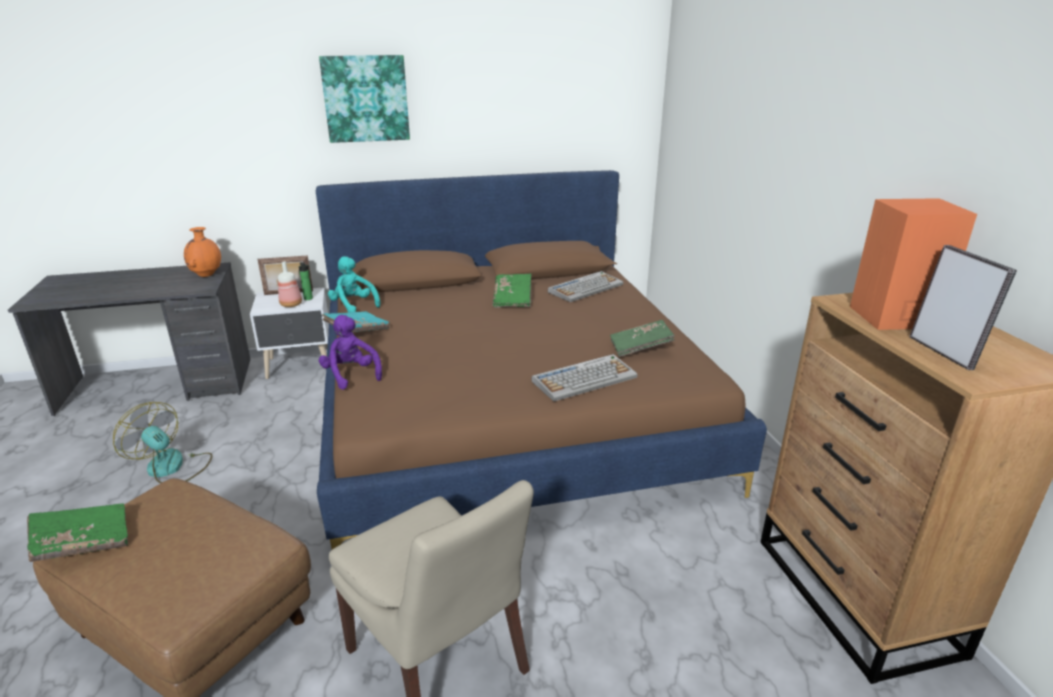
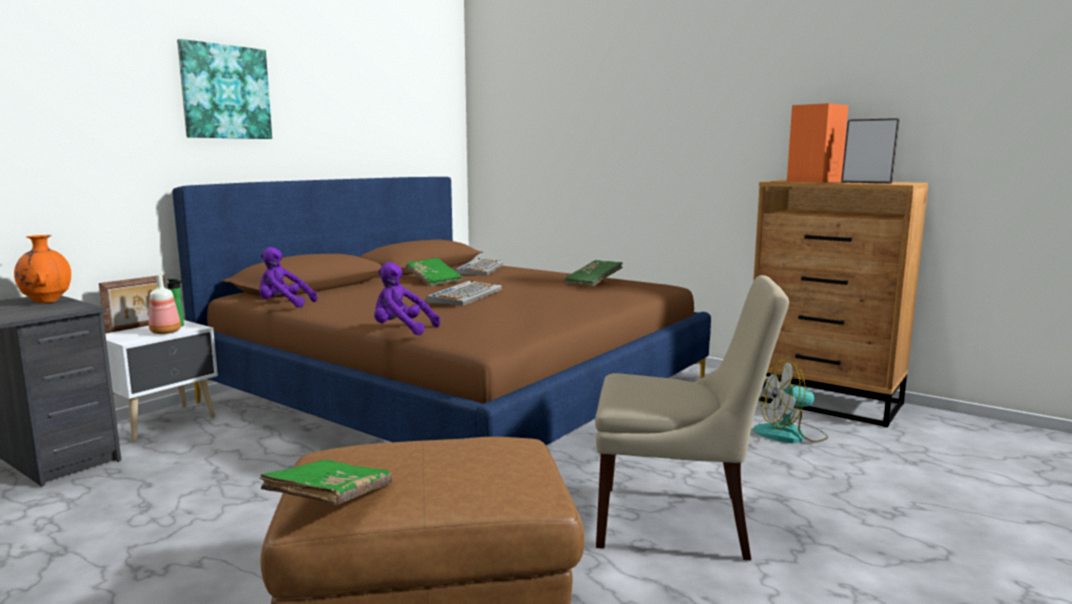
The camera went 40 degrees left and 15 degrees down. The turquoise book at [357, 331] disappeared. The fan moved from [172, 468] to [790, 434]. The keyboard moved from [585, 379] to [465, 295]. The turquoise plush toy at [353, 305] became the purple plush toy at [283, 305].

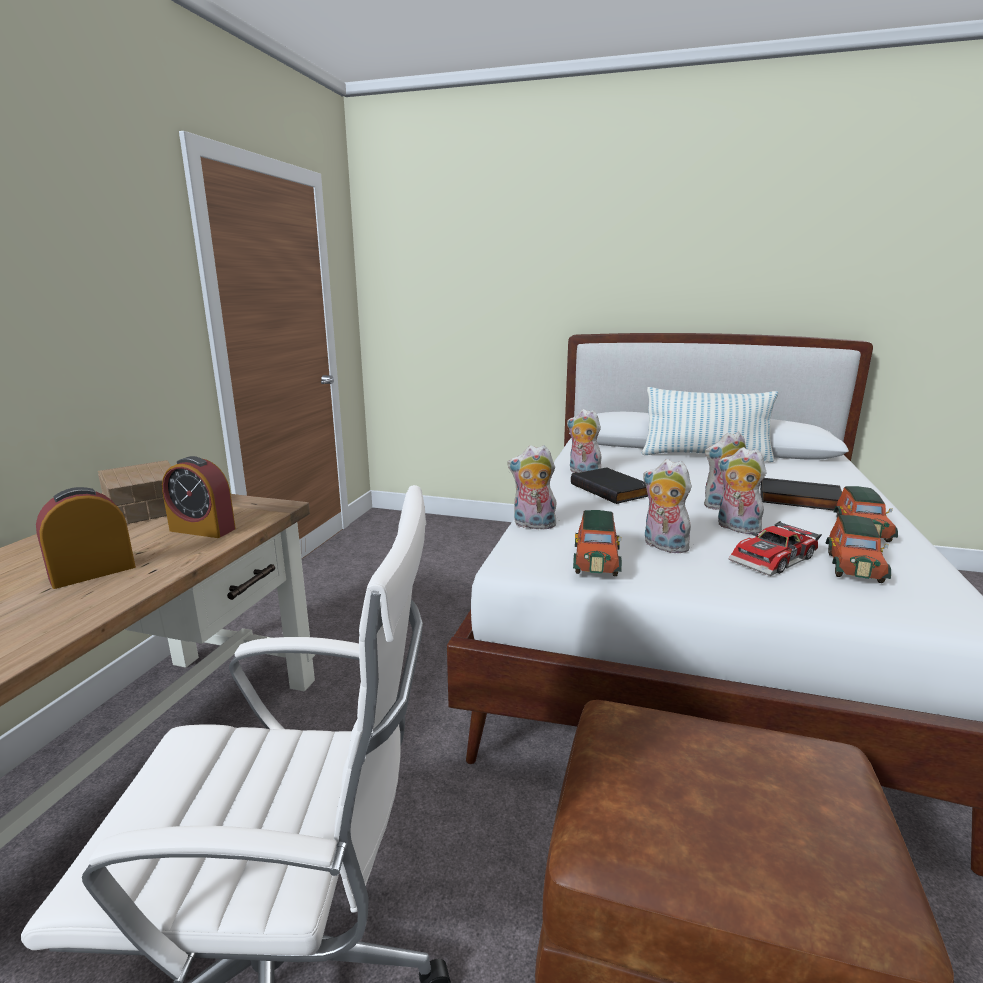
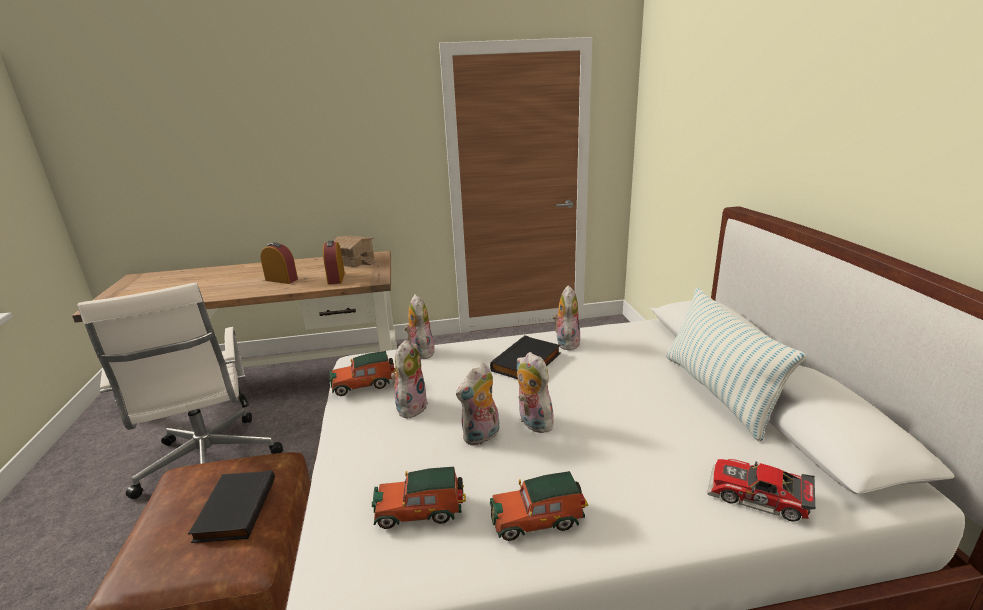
The camera went 65 degrees right and 5 degrees up. The toy car moved from [776, 560] to [757, 498]. The black book moved from [799, 500] to [234, 509]. The plush toy at [735, 528] turned 150 degrees counterclockwise.

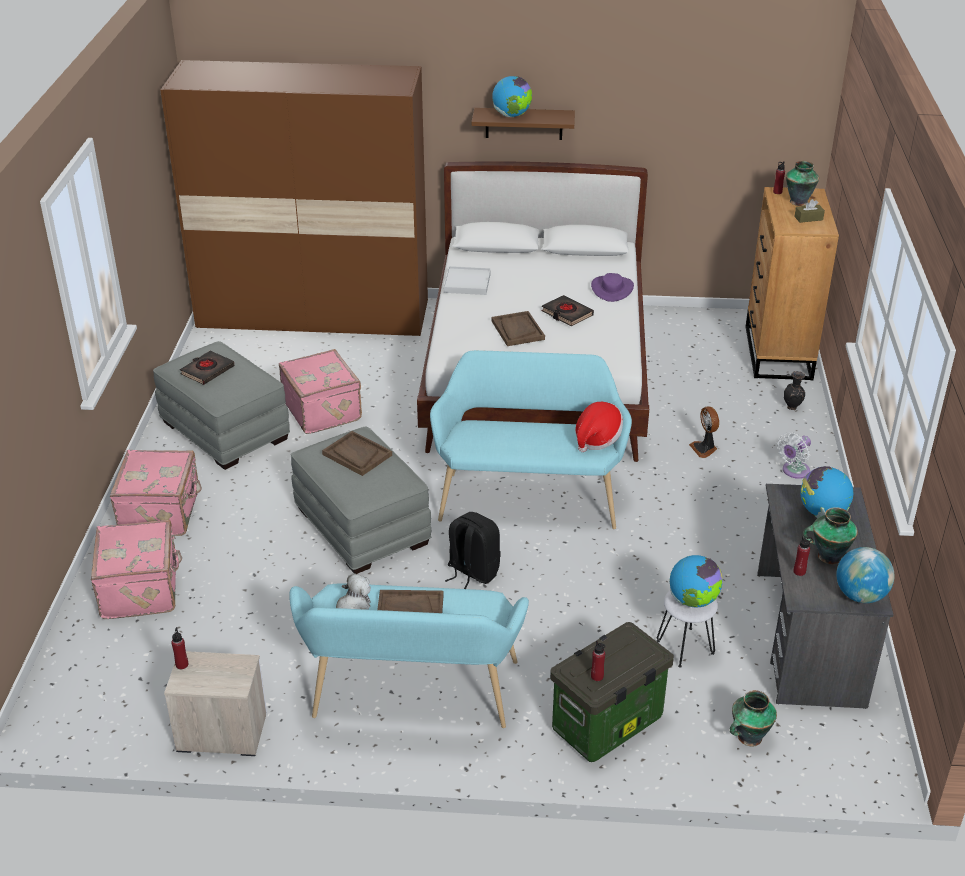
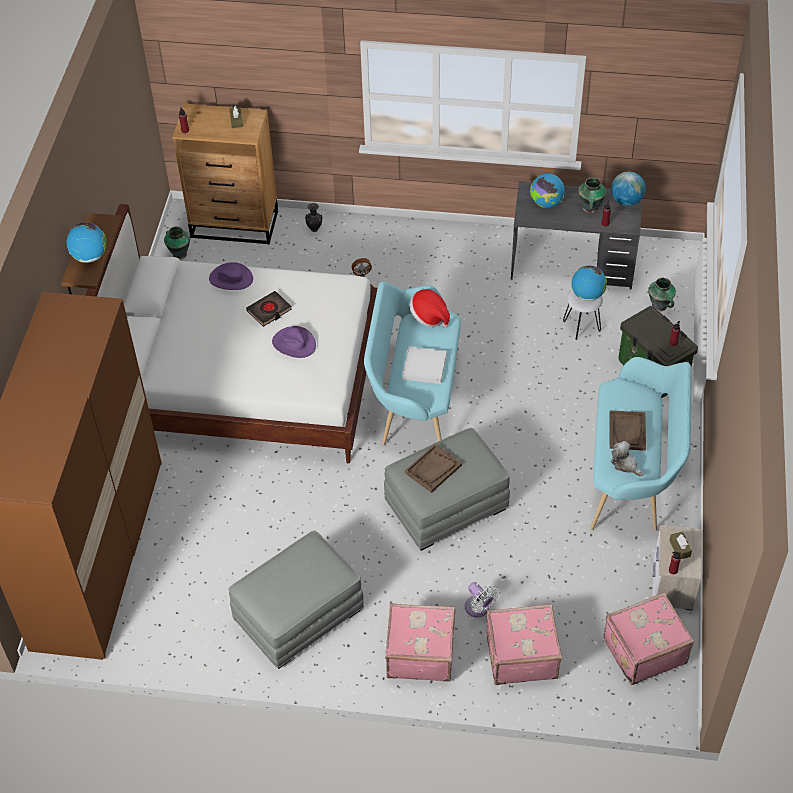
The camera went 85 degrees left and 15 degrees up. The black book at [207, 371] disappeared. The black backpack at [472, 572] disappeared. The brown tissue box at [679, 548] appeared. The pink suitcase moved from [323, 410] to [643, 650]. The white tray moved from [467, 283] to [424, 367]. The white fan moved from [794, 471] to [478, 608]. The vase moved from [799, 201] to [179, 254]. The brown tray at [517, 330] was replaced by the purple hat at [294, 344].

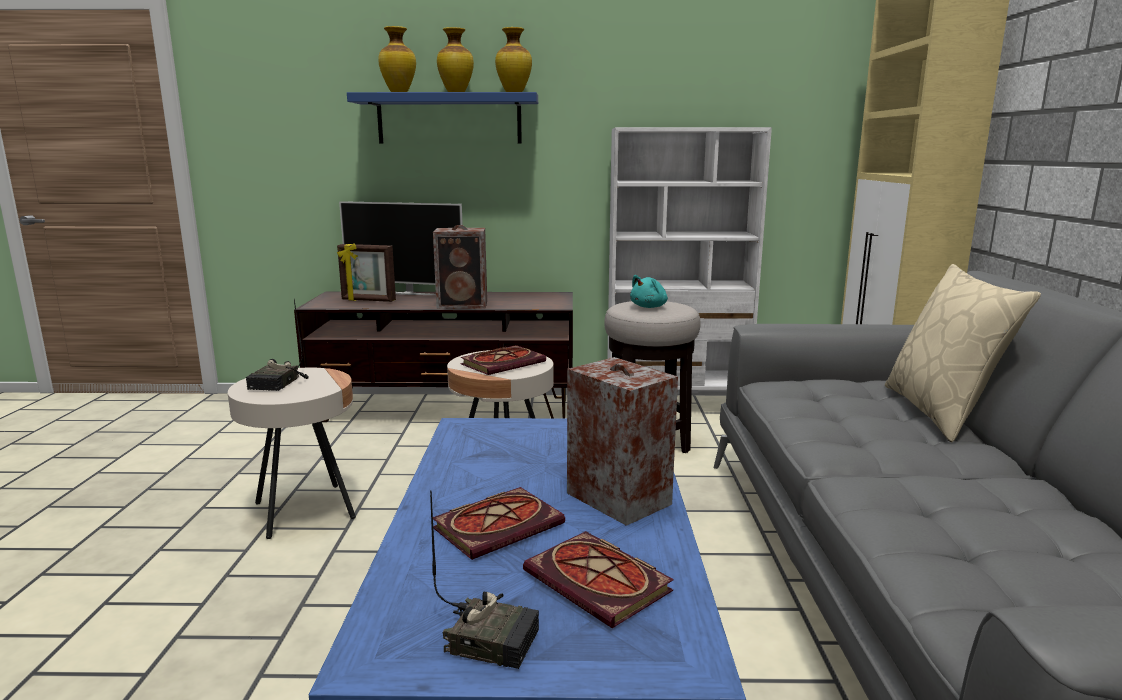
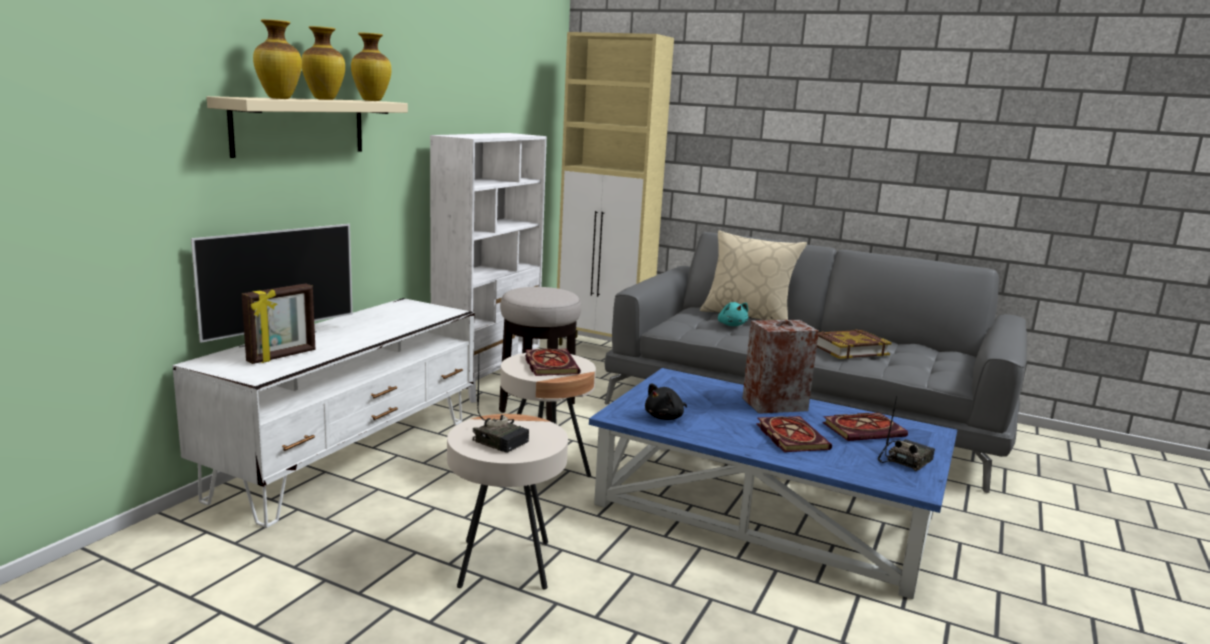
The camera went 65 degrees left and 0 degrees up. The speaker at [464, 305] disappeared. The black plush toy at [665, 417] appeared. The book at [849, 349] appeared. The turquoise plush toy moved from [650, 307] to [731, 325]. The brown tv stand at [447, 410] became the white tv stand at [348, 457]. The blue shelf at [449, 119] became the beige shelf at [299, 126].

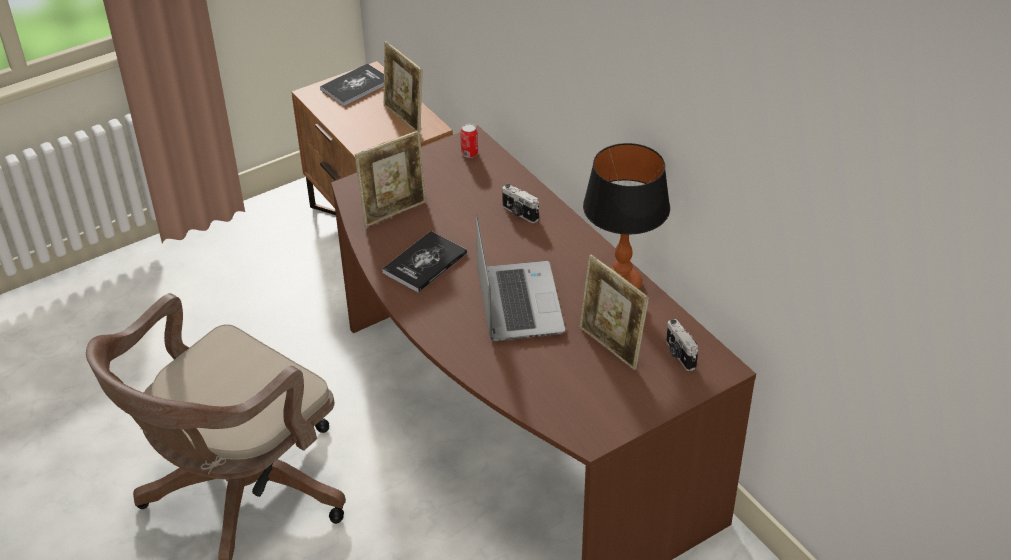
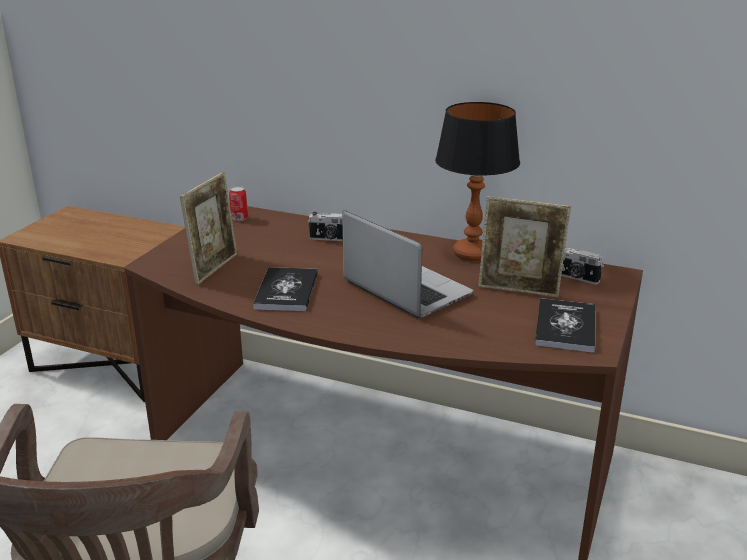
The camera went 35 degrees left and 15 degrees down. The picture frame at [404, 118] disappeared. The book moved from [356, 86] to [565, 327].

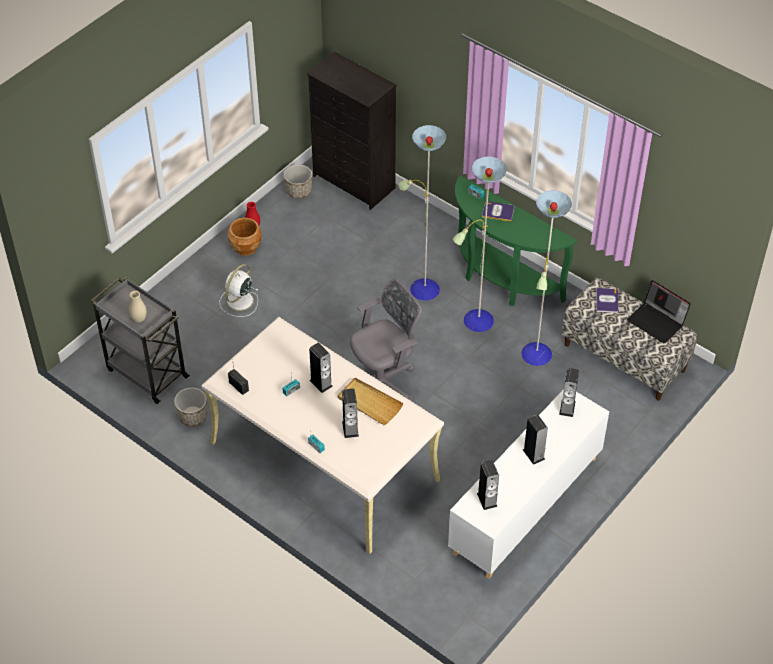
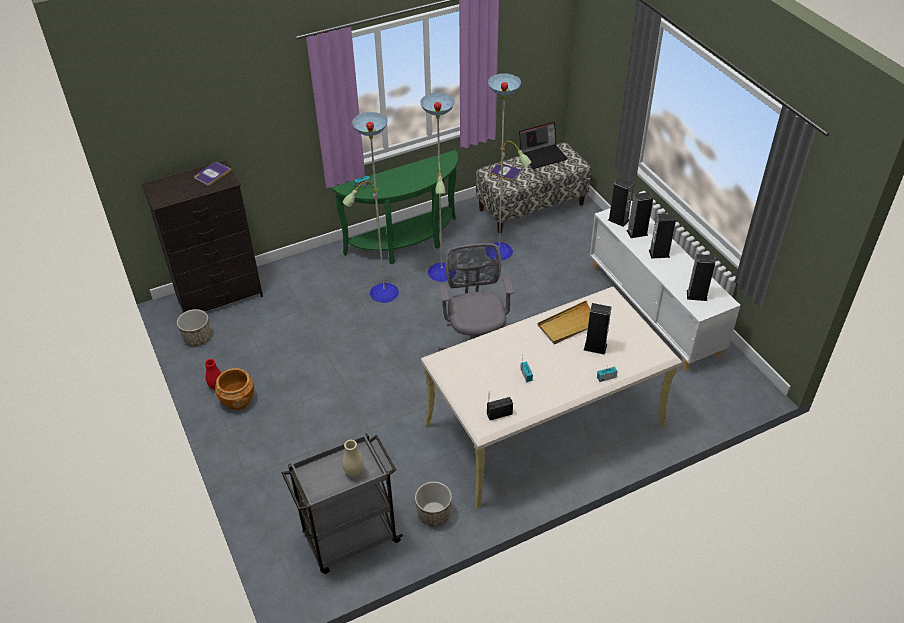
The camera went 65 degrees left and 5 degrees down. The white fan at [239, 301] disappeared. The speaker moved from [321, 383] to [637, 233]. The book moved from [498, 211] to [212, 174].

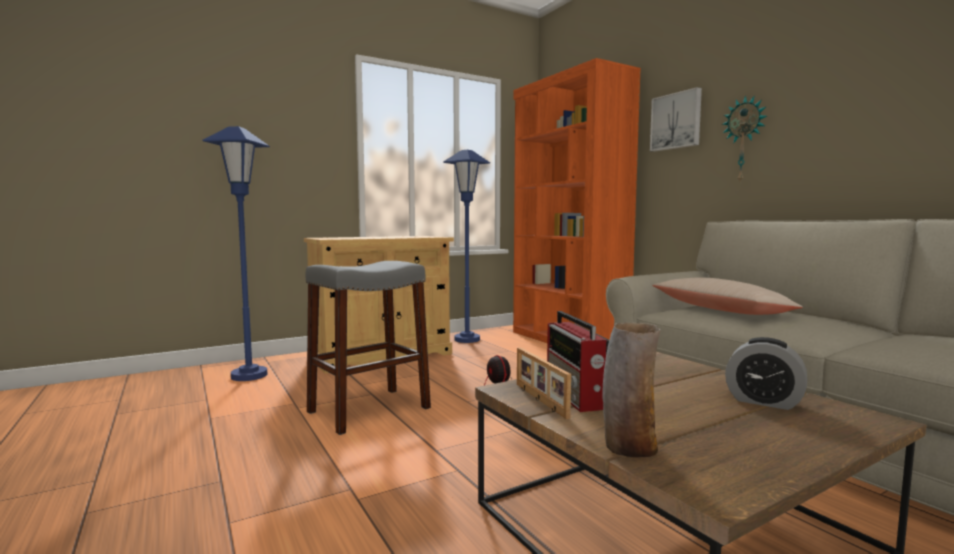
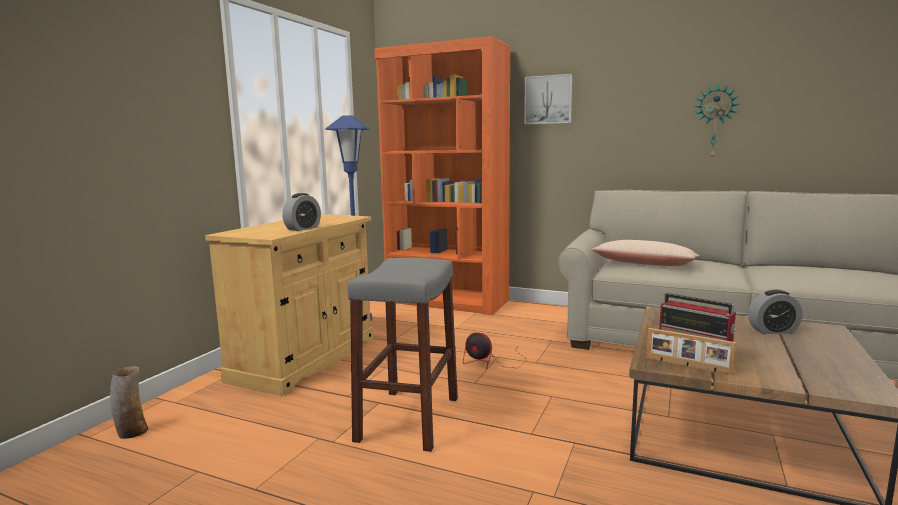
The camera went 35 degrees left and 5 degrees up. The blue floor lamp at [249, 375] disappeared. The alarm clock at [303, 228] appeared. The vase moved from [628, 447] to [132, 432]. The wall clock moved from [744, 140] to [715, 122].

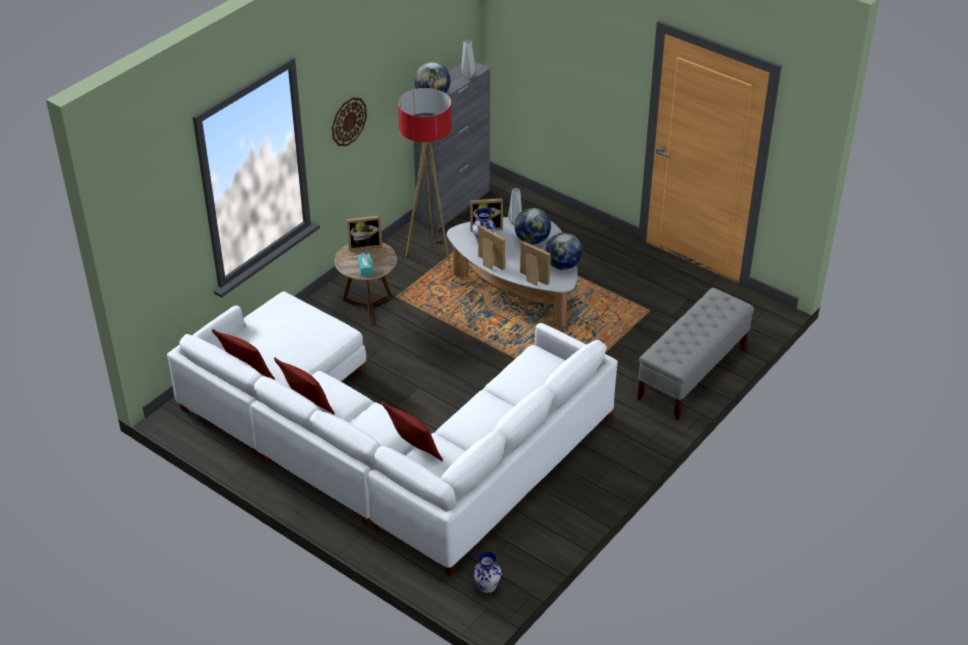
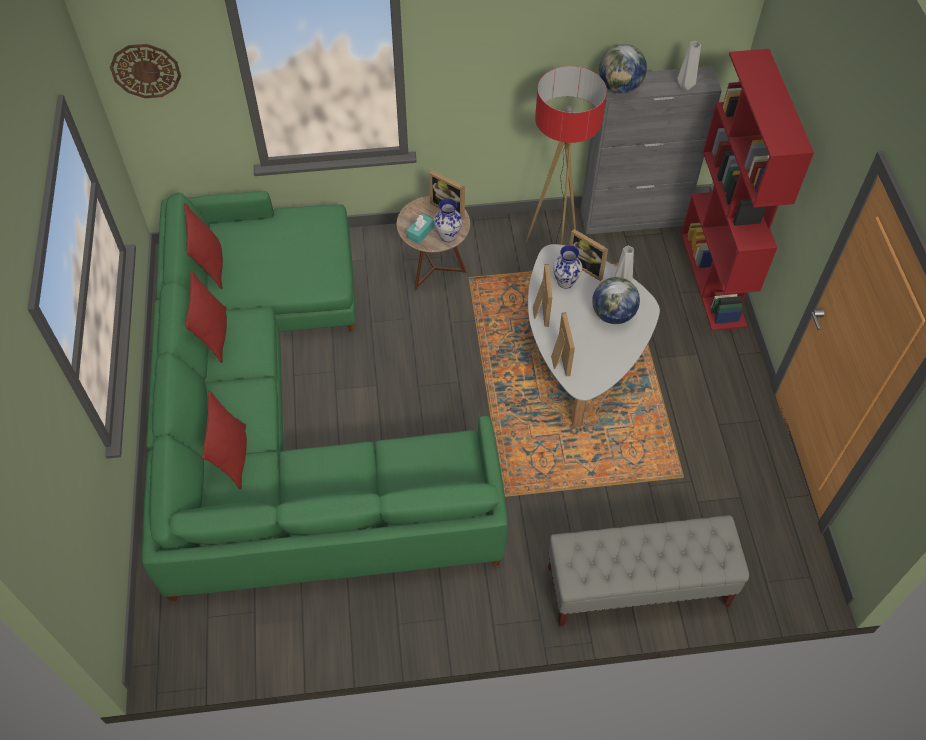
The camera went 45 degrees right and 15 degrees up. The globe at [563, 266] disappeared. The red bookcase at [713, 279] appeared. The wall clock moved from [348, 121] to [145, 70]. The vase moved from [487, 587] to [447, 236]. The white sofa at [386, 442] became the green sofa at [285, 419].

